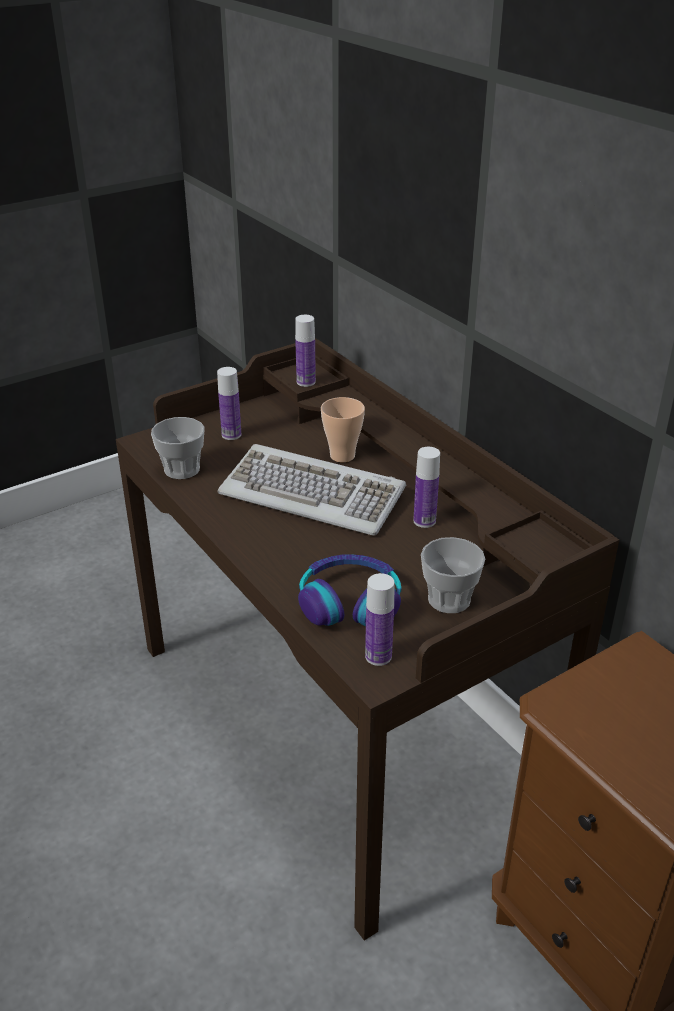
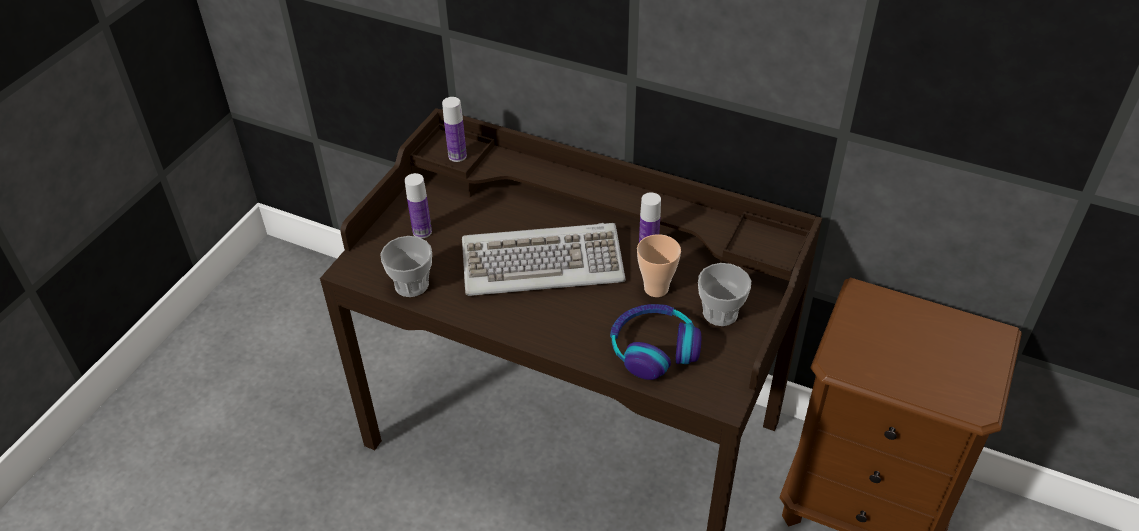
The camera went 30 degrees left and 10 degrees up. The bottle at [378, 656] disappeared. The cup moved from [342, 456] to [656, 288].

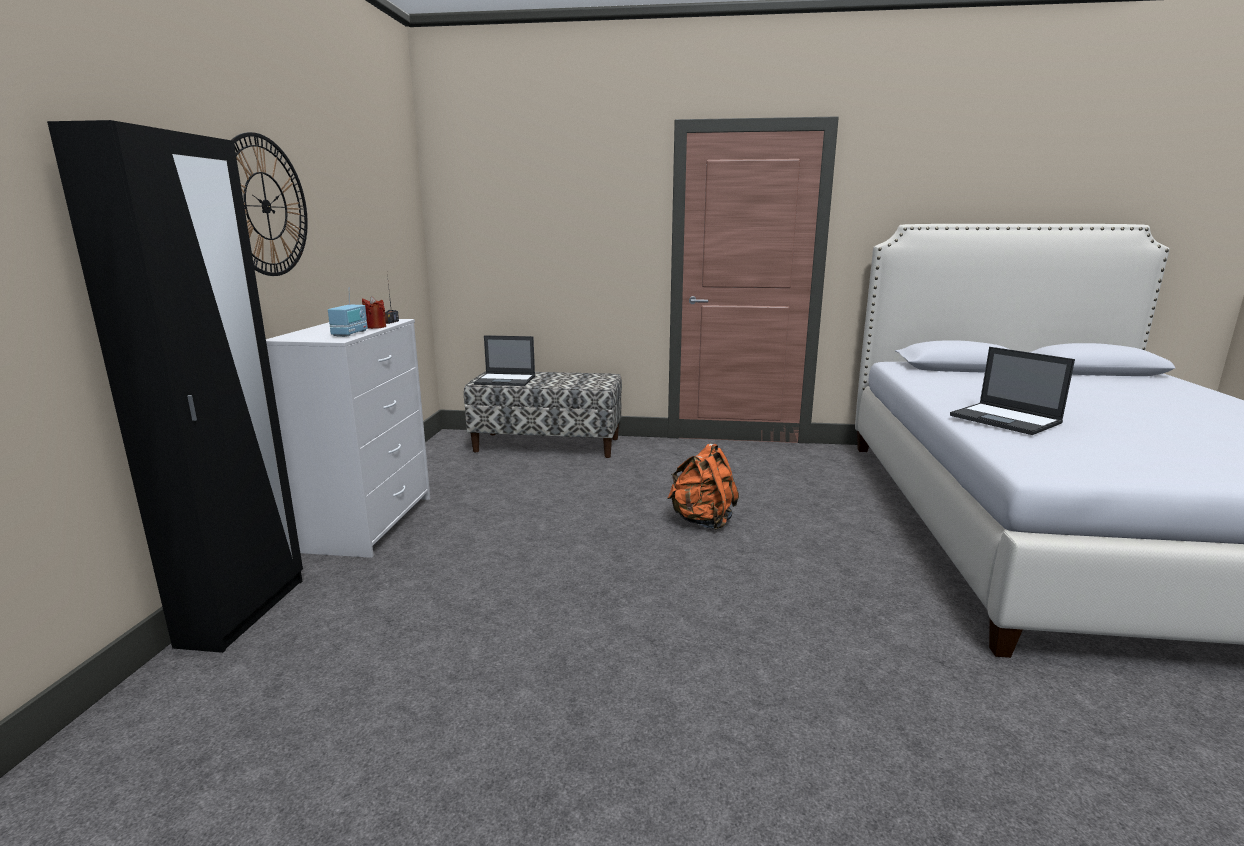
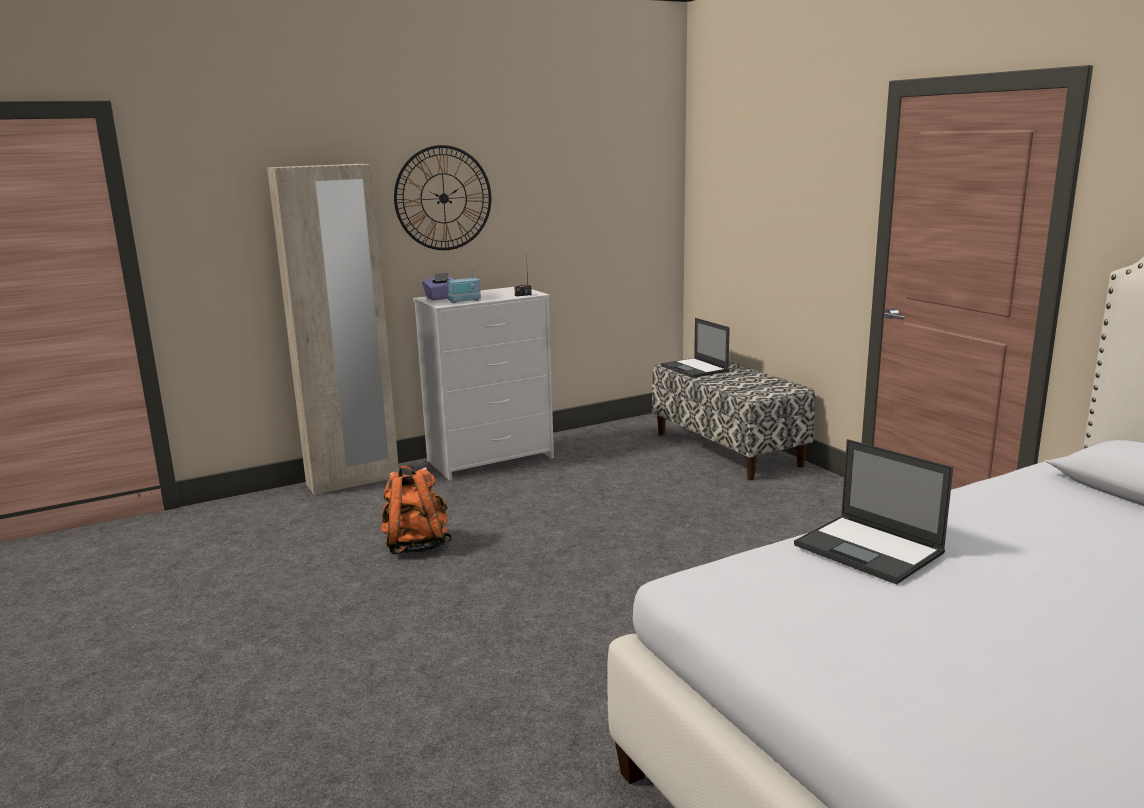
The camera went 55 degrees right and 0 degrees up. The red candle at [375, 327] disappeared. The purple tissue box at [442, 298] appeared. The orange backpack moved from [703, 521] to [416, 546]. The black wardrobe at [244, 612] became the beige wardrobe at [353, 481]. The laptop at [1006, 419] turned 60 degrees counterclockwise.

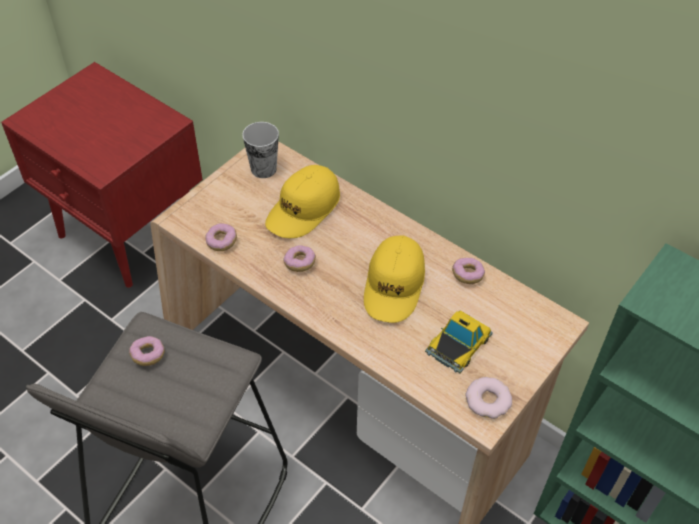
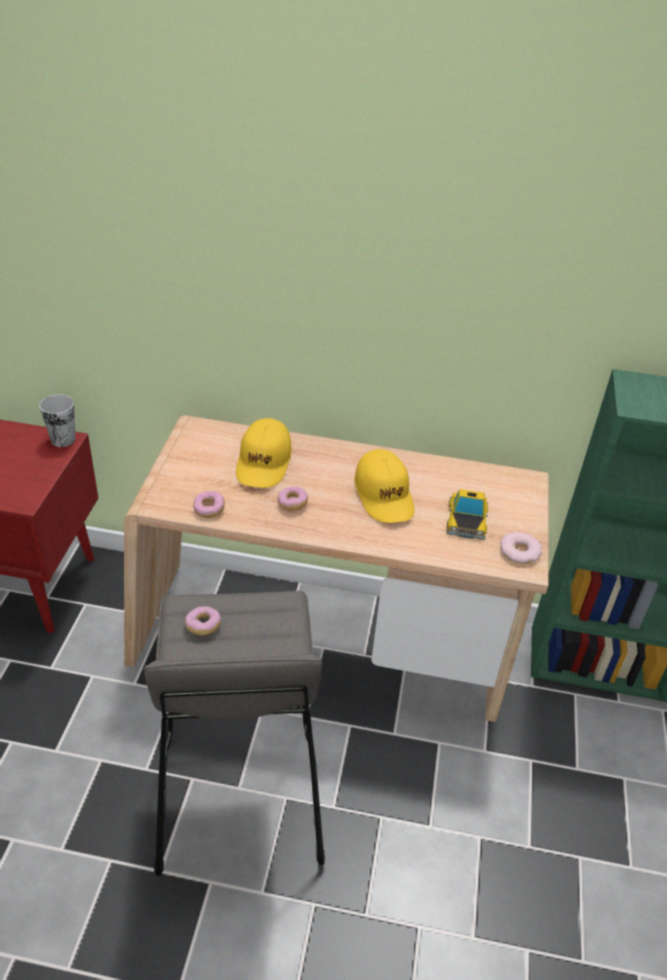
The camera went 30 degrees left and 10 degrees down. The donut at [467, 275] disappeared. The cup moved from [263, 169] to [63, 439].

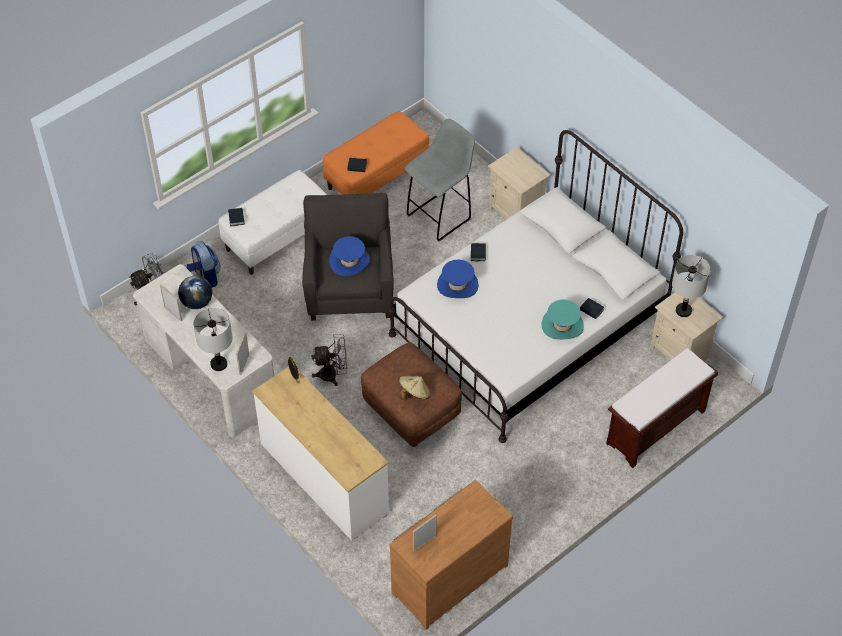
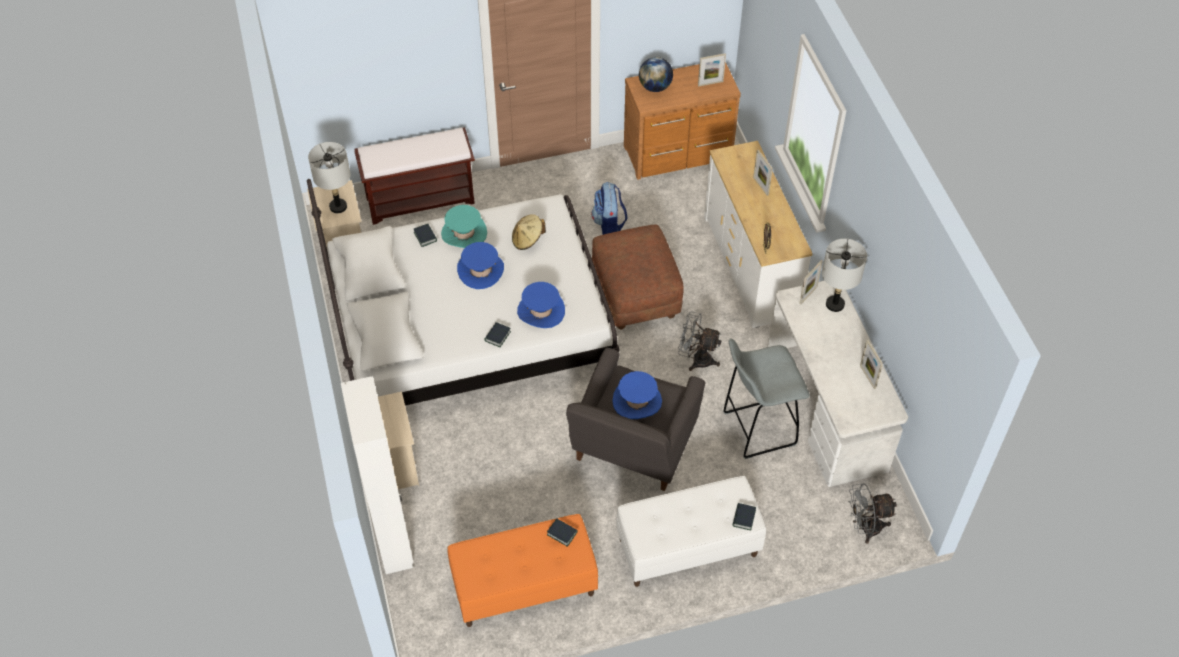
The camera went 155 degrees left and 0 degrees up. The white wardrobe at [394, 541] appeared. The blue hat at [481, 271] appeared. The picture frame at [760, 186] appeared. The globe moved from [197, 302] to [655, 87]. The backpack moved from [205, 276] to [609, 223]. The beige hat moved from [414, 393] to [527, 240]. The grey stool moved from [440, 216] to [756, 429].

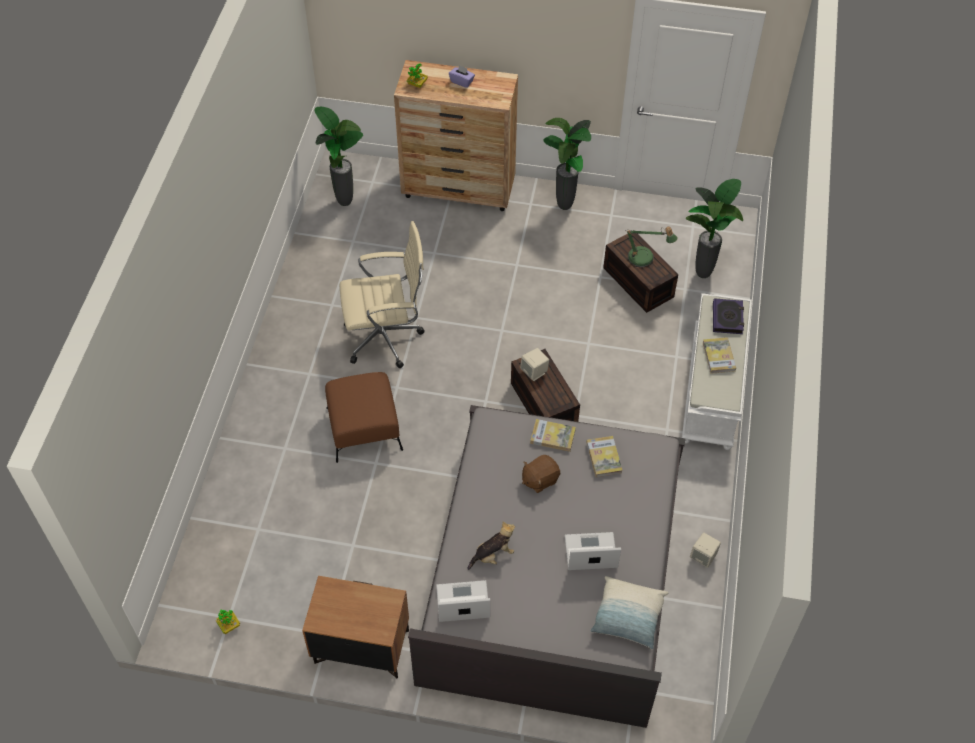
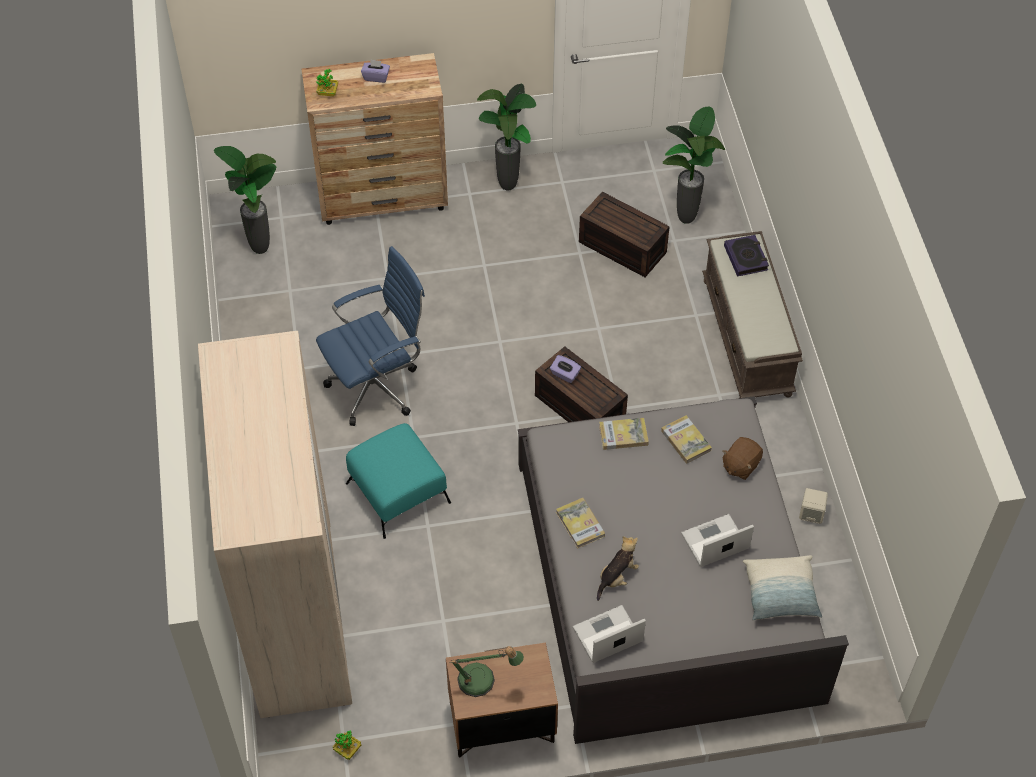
The camera went 20 degrees left and 0 degrees up. The beige wardrobe at [296, 614] appeared. The brown plush toy moved from [540, 479] to [740, 465]. The table lamp moved from [644, 259] to [483, 681]. The book moved from [718, 356] to [580, 524]. The beige speaker at [534, 372] was replaced by the purple tissue box at [565, 374]. The brown ottoman at [364, 428] became the turquoise ottoman at [398, 492]. The beige office chair at [387, 338] became the blue office chair at [378, 387]. The white bench at [713, 388] became the brown bench at [748, 337].

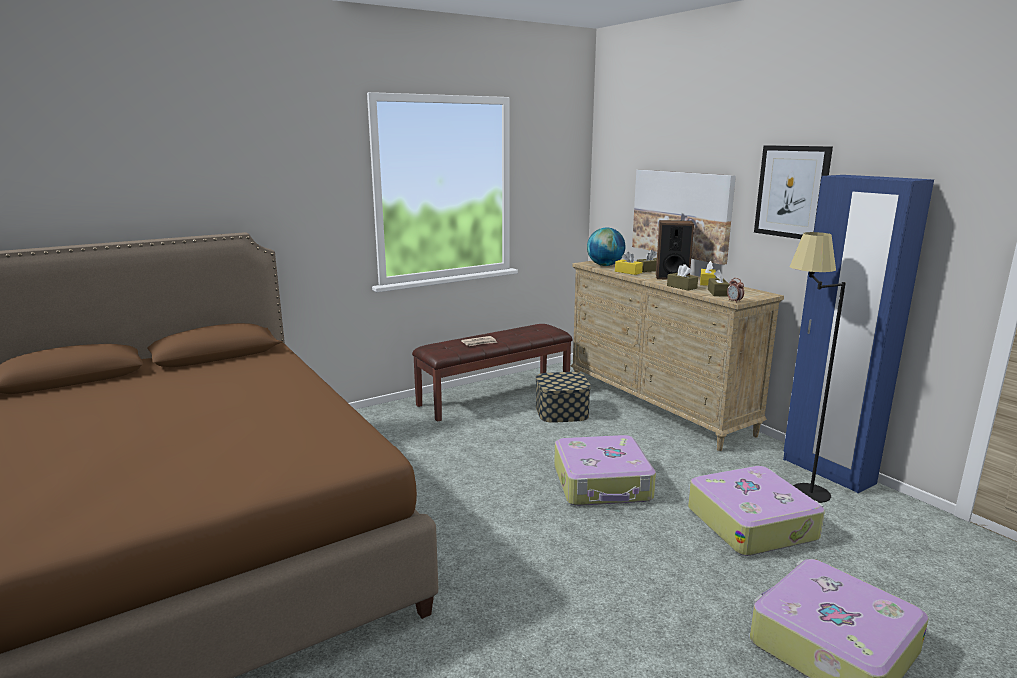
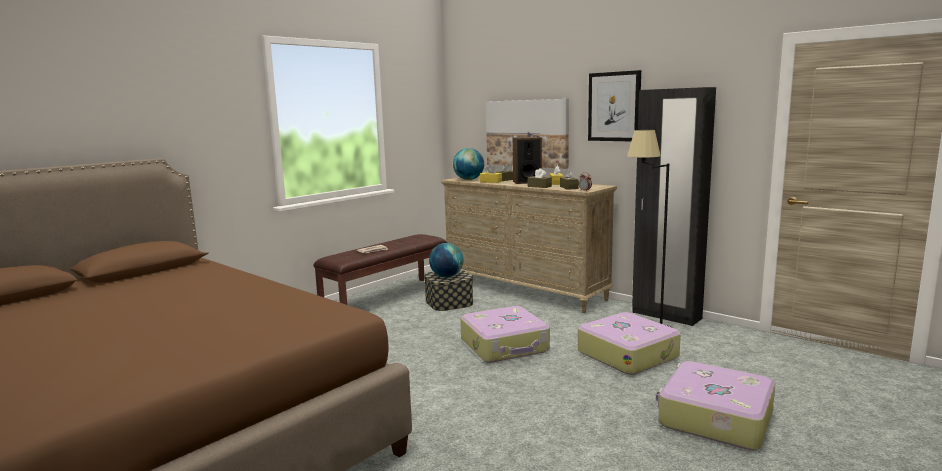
The camera went 15 degrees left and 5 degrees down. The globe at [446, 276] appeared. The blue wardrobe at [827, 471] became the black wardrobe at [666, 315].

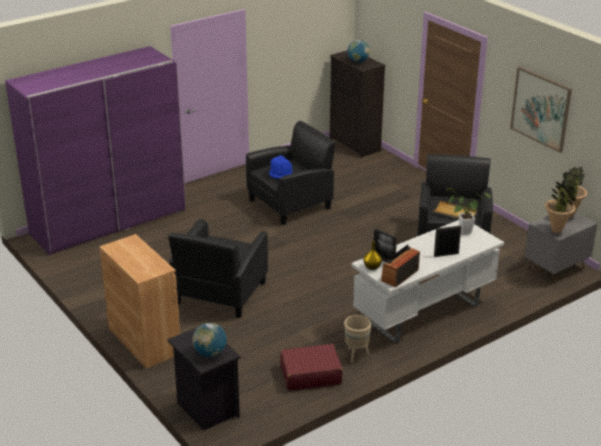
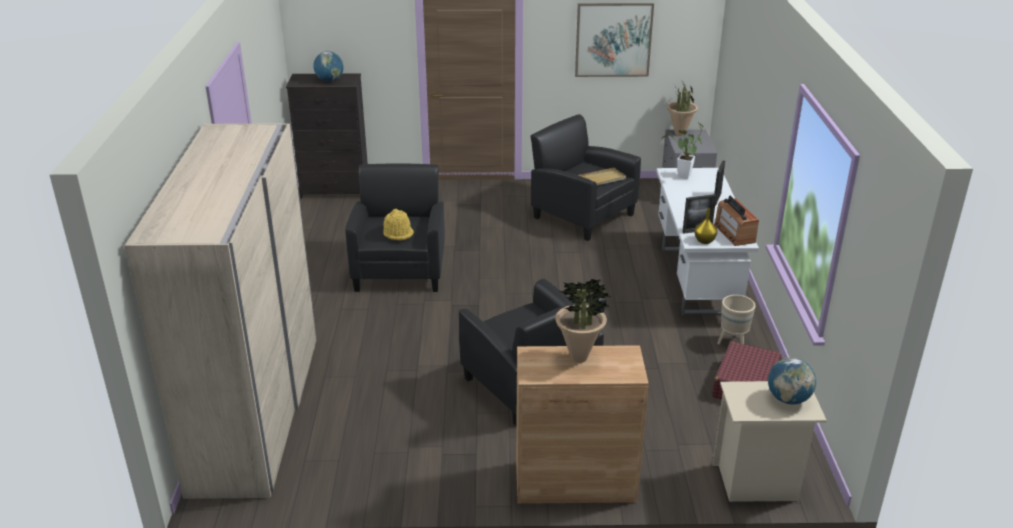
The camera went 55 degrees left and 0 degrees up. The potted plant moved from [556, 231] to [579, 358]. The purple wardrobe at [109, 221] became the beige wardrobe at [256, 412]. The black nightstand at [206, 408] became the beige nightstand at [756, 482]. The blue hat at [281, 174] became the yellow hat at [398, 233].

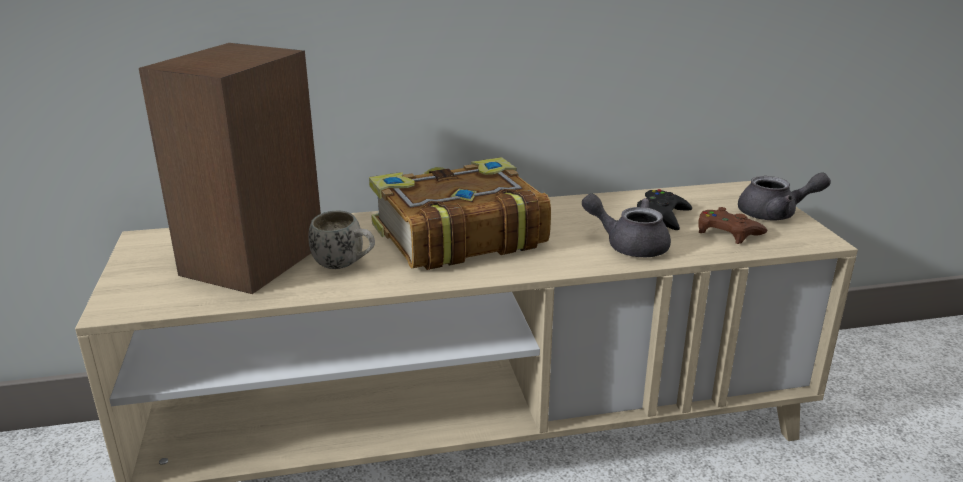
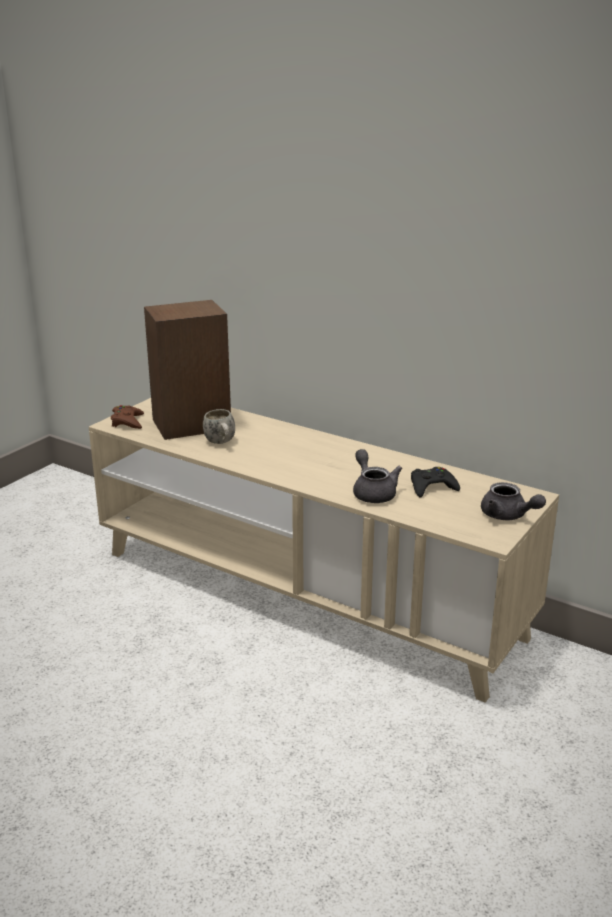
The camera went 45 degrees right and 0 degrees up. The book at [456, 236] disappeared. The brown game controller moved from [727, 232] to [127, 422].

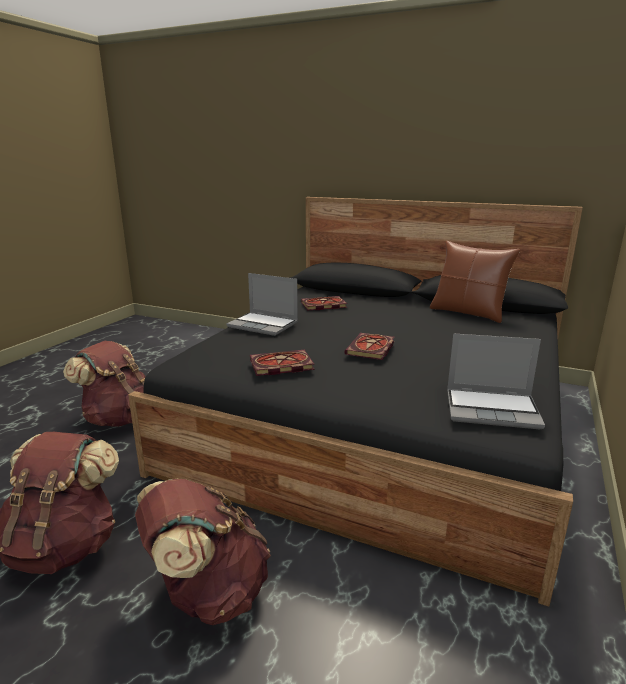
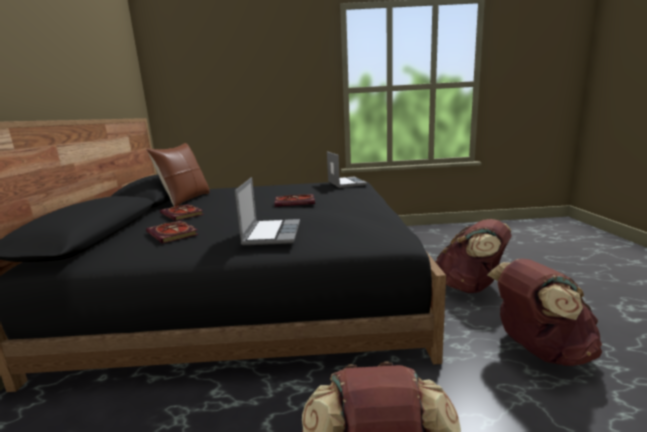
The camera went 115 degrees left and 5 degrees down. The book moved from [280, 366] to [183, 214].

